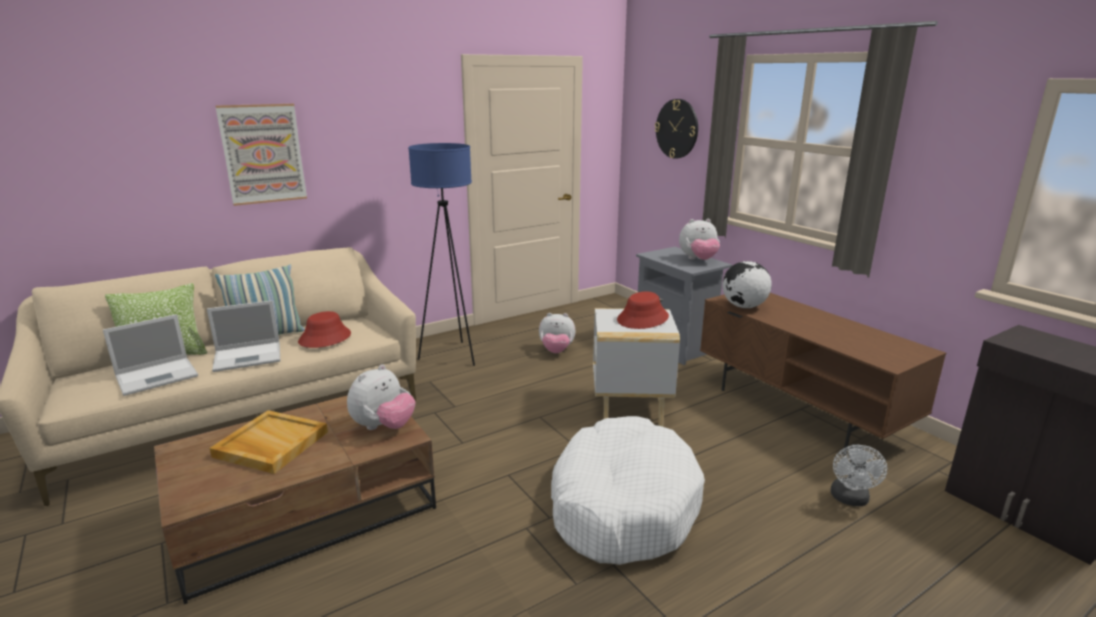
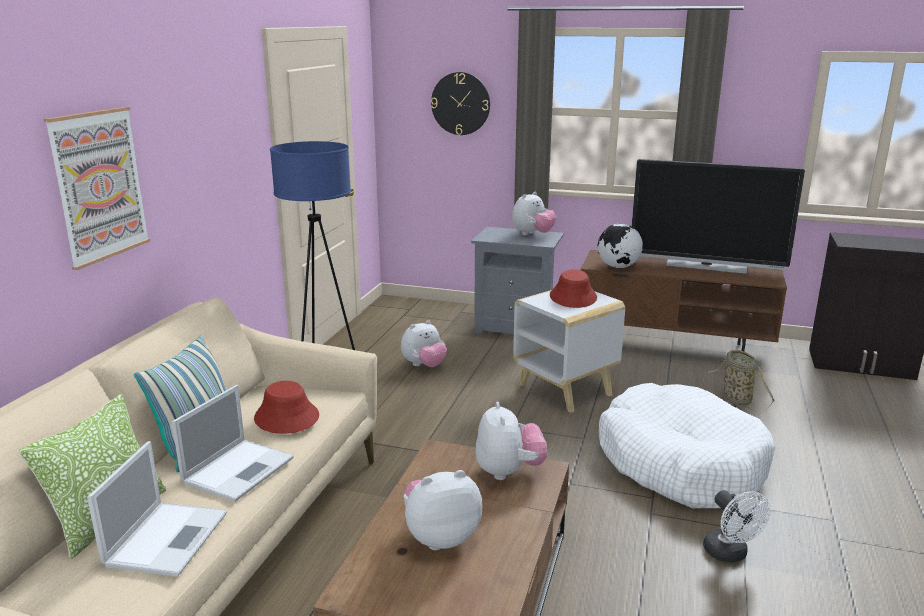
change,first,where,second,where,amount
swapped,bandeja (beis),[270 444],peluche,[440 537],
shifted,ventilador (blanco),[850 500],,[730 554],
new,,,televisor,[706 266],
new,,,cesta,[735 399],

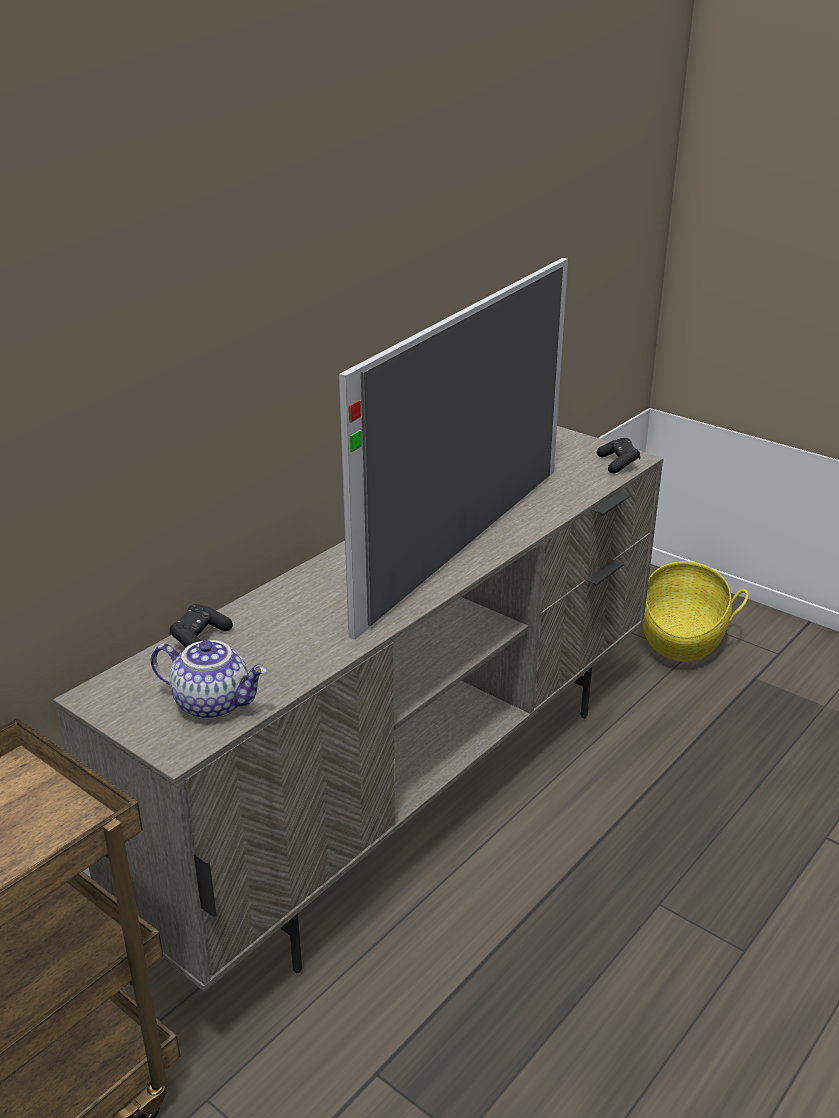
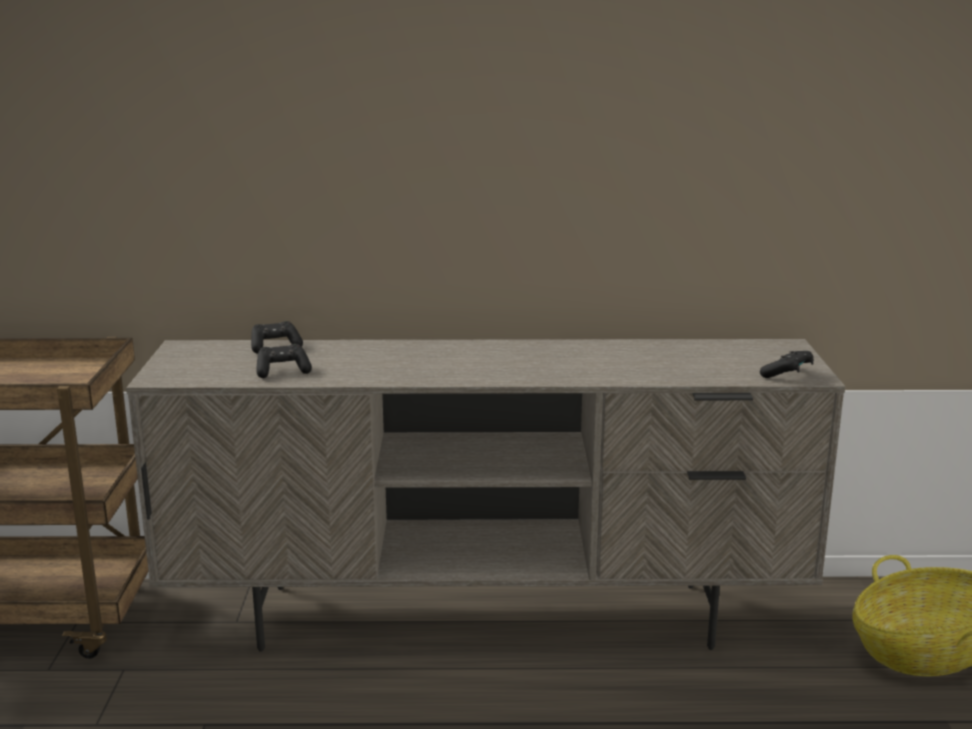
change,first,where,second,where,amount
gone,tetera,[214 703],,,
gone,televisor,[465 544],,,
new,,,mando de consola (negro),[283 371],

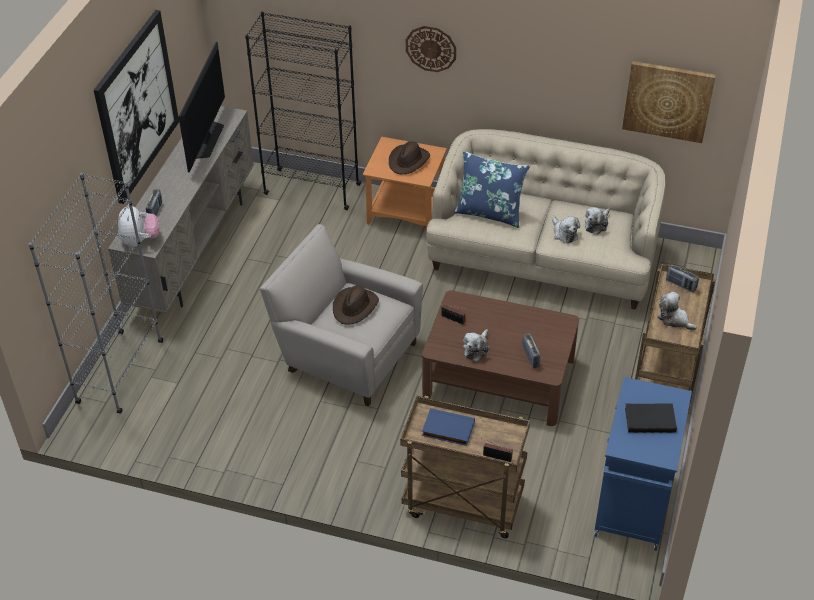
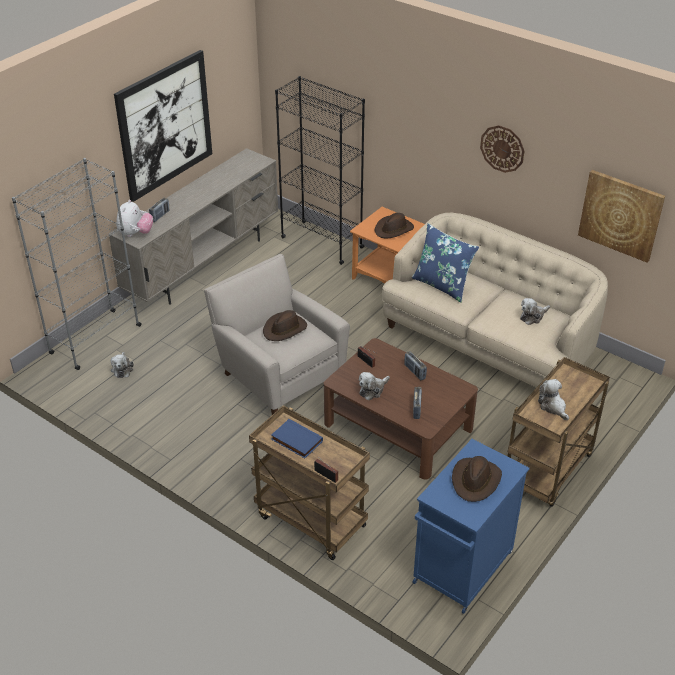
change,first,where,second,where,amount
gone,televisor,[206 140],,,
shifted,reloj de pared,[431 48],,[502 148],
shifted,peluche,[564 233],,[122 369],
swapped,libro (negro),[650 419],sombrero (marrón),[476 480],
shifted,radio,[680 285],,[414 372],

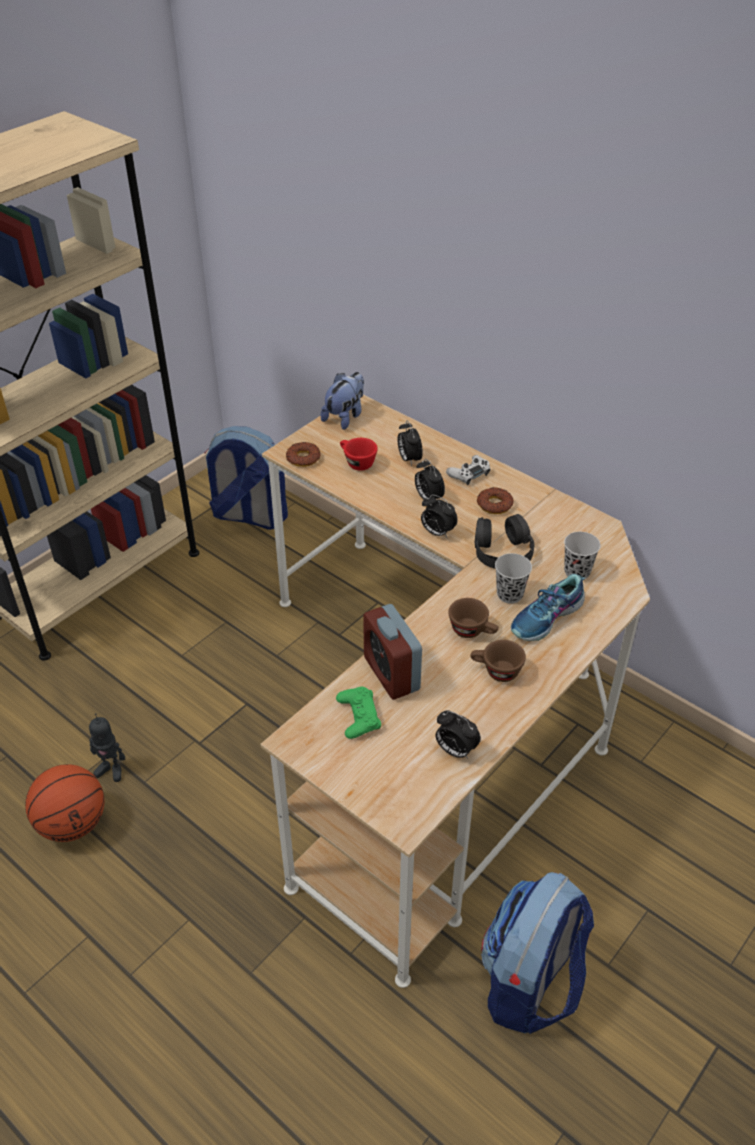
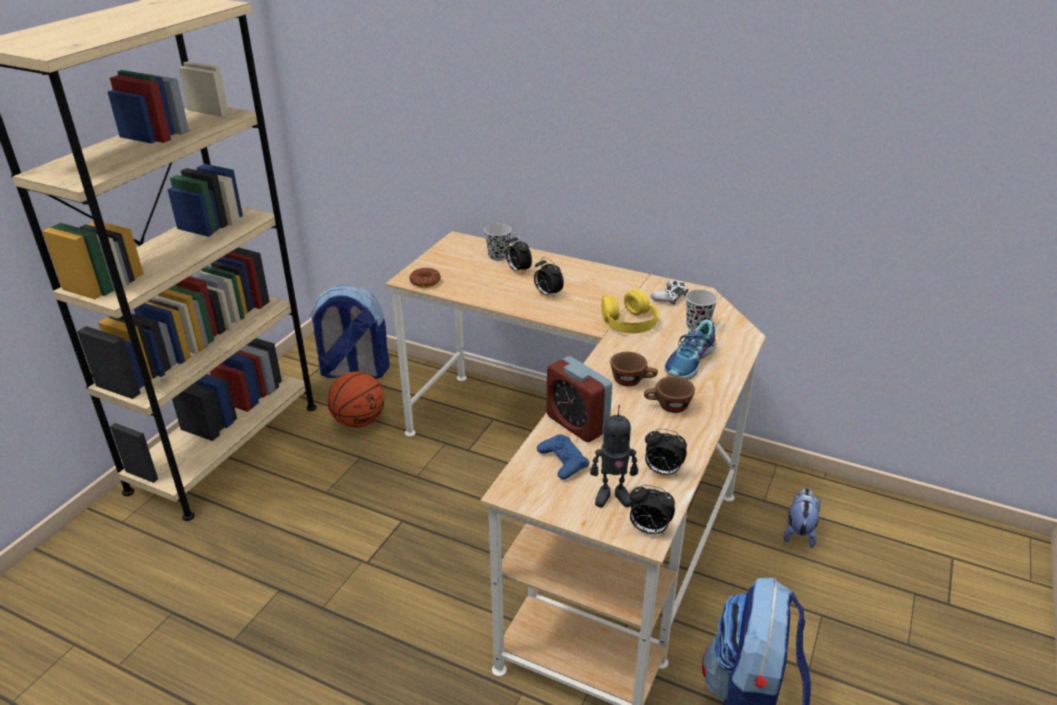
change,first,where,second,where,amount
shifted,balón de baloncesto,[72 823],,[358 421],
shifted,robot de juguete,[111 770],,[612 496],
shifted,peluche,[345 416],,[799 531],
repainted,mando de consola (verde),[358 716],mando de consola (azul),[563 461],
gone,taza (rojo),[356 462],,,
shifted,despertador,[437 532],,[648 529],
shifted,mando de consola (blanco),[469 474],,[669 296],
repainted,auriculares (negro),[502 551],auriculares (amarillo),[628 321],
gone,rosquilla,[494 504],,,
shifted,taza (negro),[509 594],,[498 256],

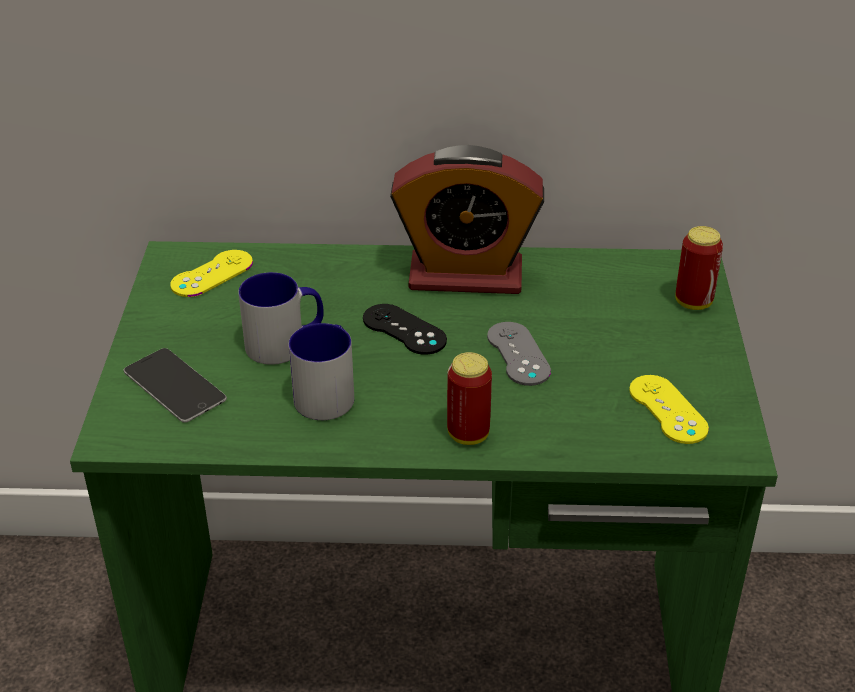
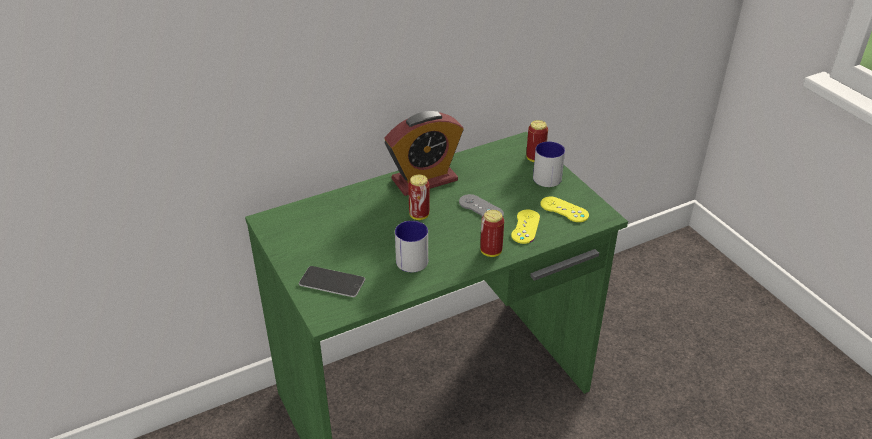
change,first,where,second,where,amount
shifted,mando de consola (amarillo),[212 274],,[525 226],
shifted,taza grande,[285 343],,[550 176],
swapped,mando de consola (negro),[404 330],lata,[419 215],

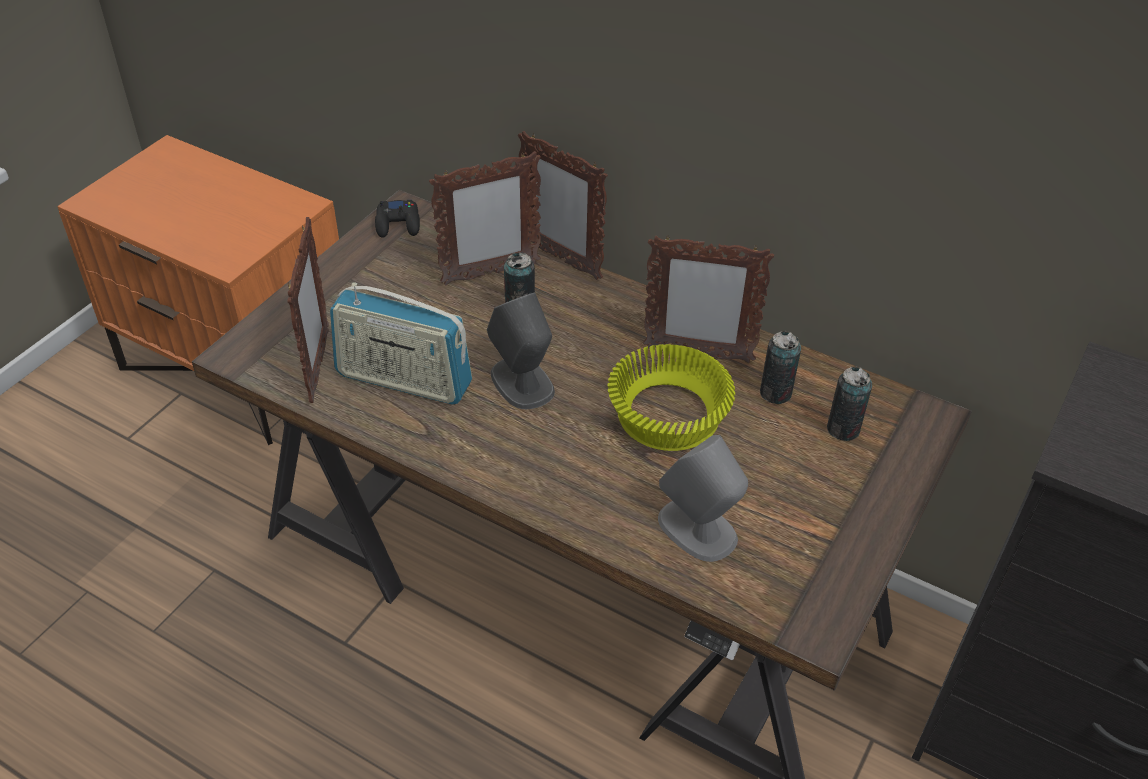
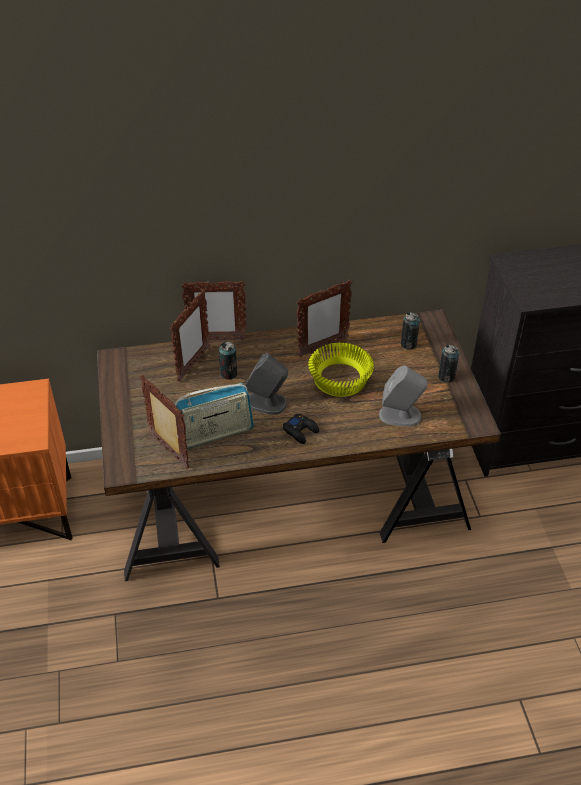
change,first,where,second,where,amount
shifted,mando de consola (negro),[398 224],,[301 431],
shifted,lata,[775 393],,[446 377],

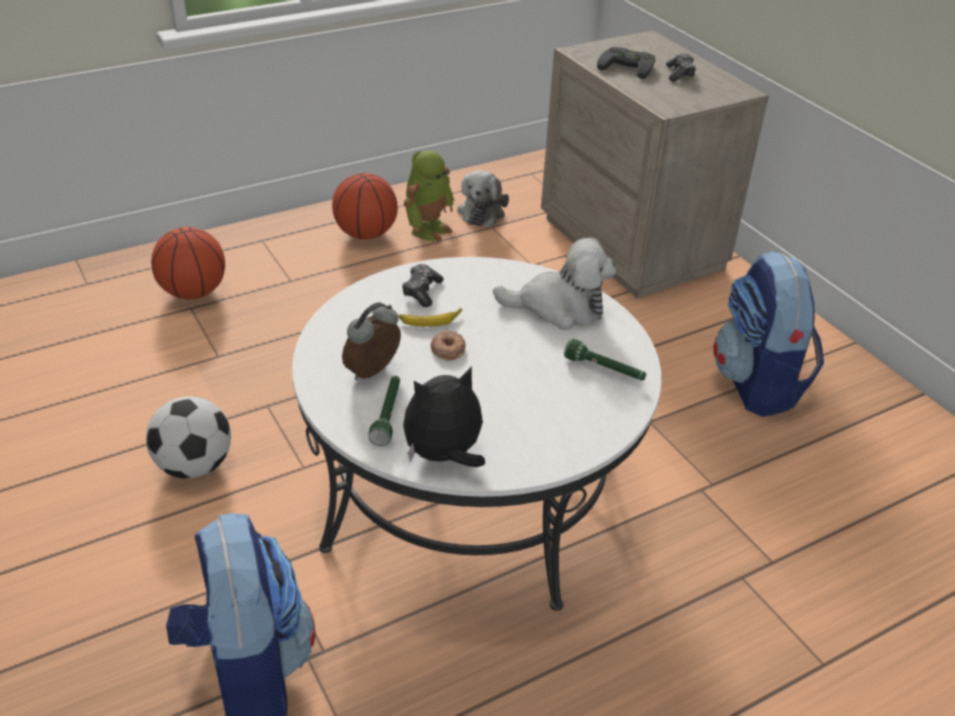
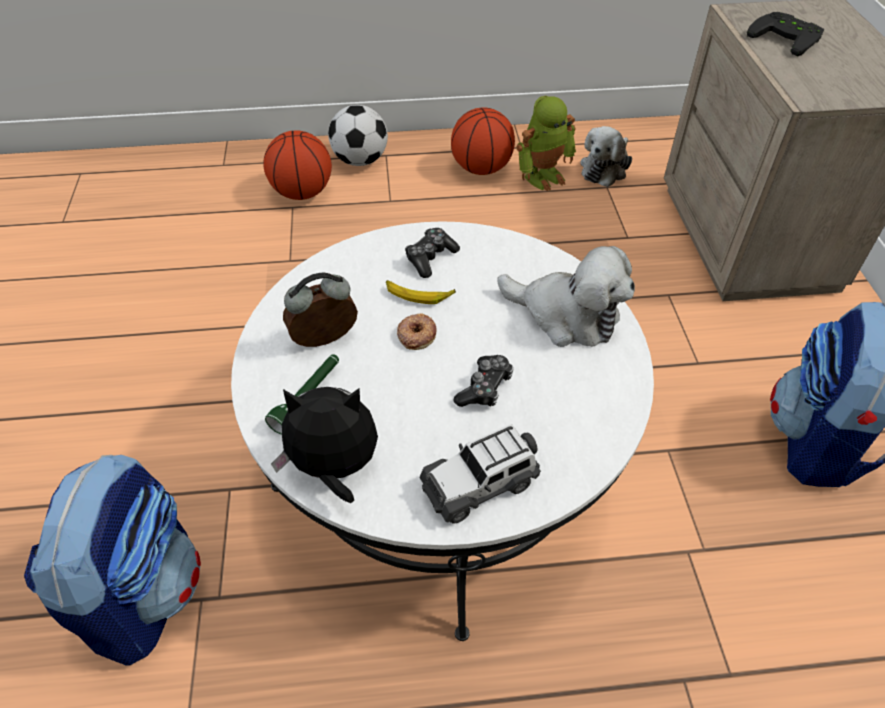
change,first,where,second,where,amount
shifted,balón de fútbol,[194 466],,[360 160],
gone,linterna (verde),[604 370],,,
shifted,mando de consola,[680 74],,[485 388],
new,,,coche de juguete,[480 483],

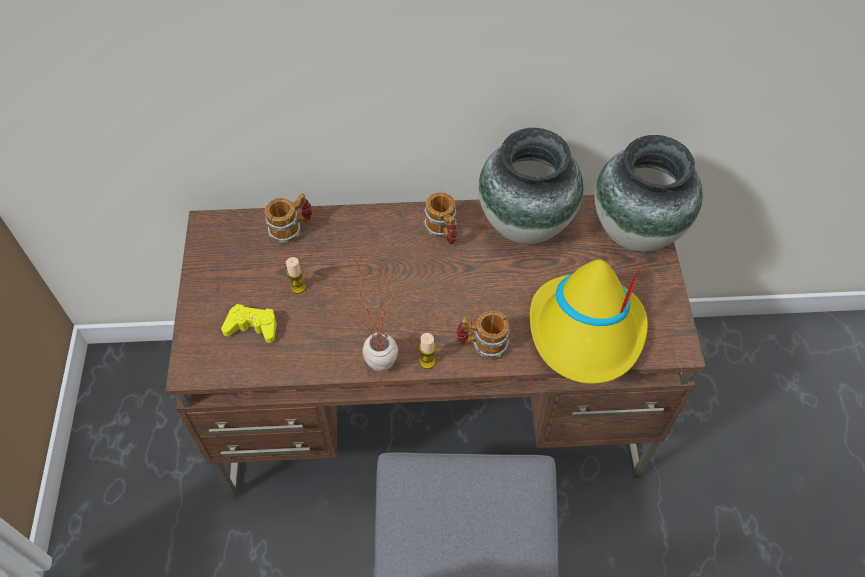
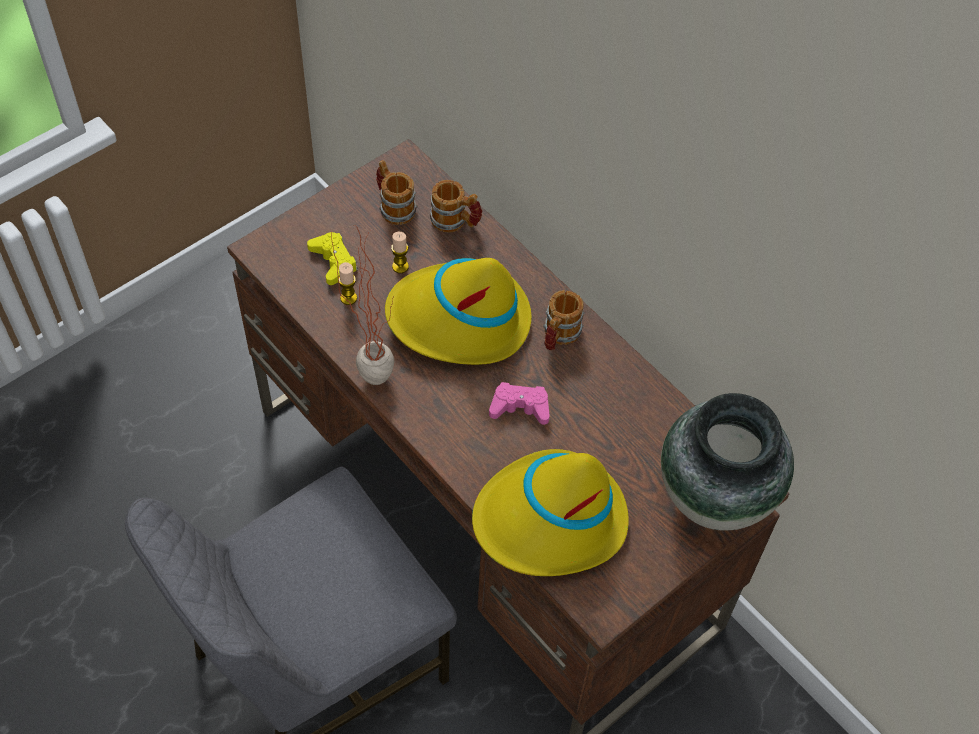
change,first,where,second,where,amount
shifted,vela,[427 362],,[348 298],
shifted,taza grande,[482 345],,[394 206],
gone,florero,[525 223],,,
new,,,sombrero (amarillo),[459 320],
new,,,mando de consola (rosa),[520 407],

